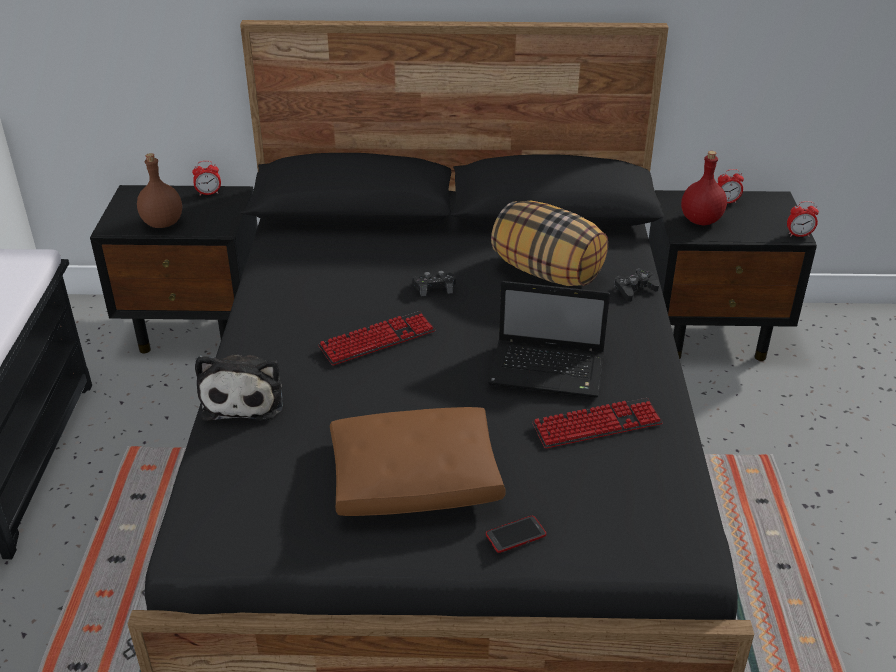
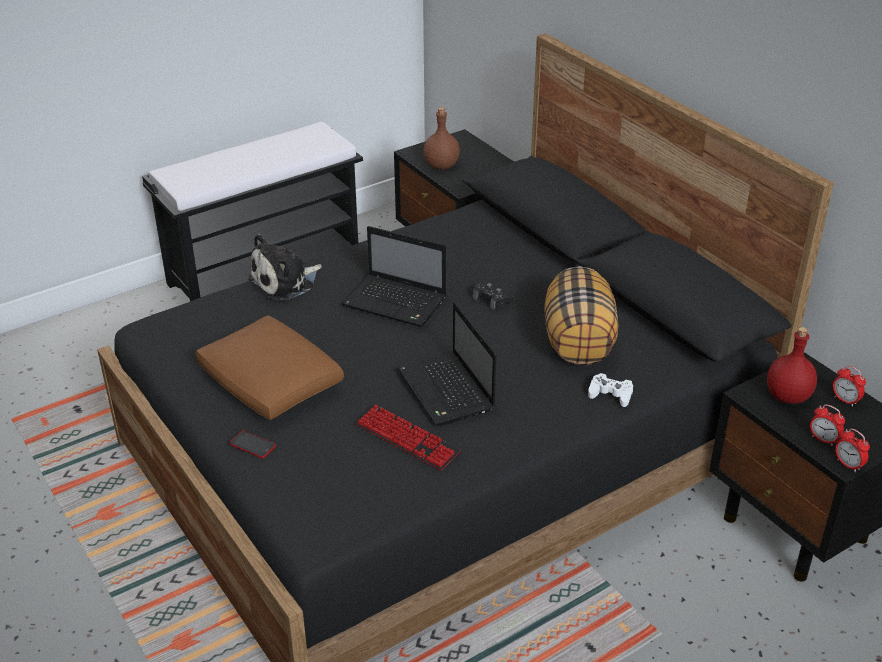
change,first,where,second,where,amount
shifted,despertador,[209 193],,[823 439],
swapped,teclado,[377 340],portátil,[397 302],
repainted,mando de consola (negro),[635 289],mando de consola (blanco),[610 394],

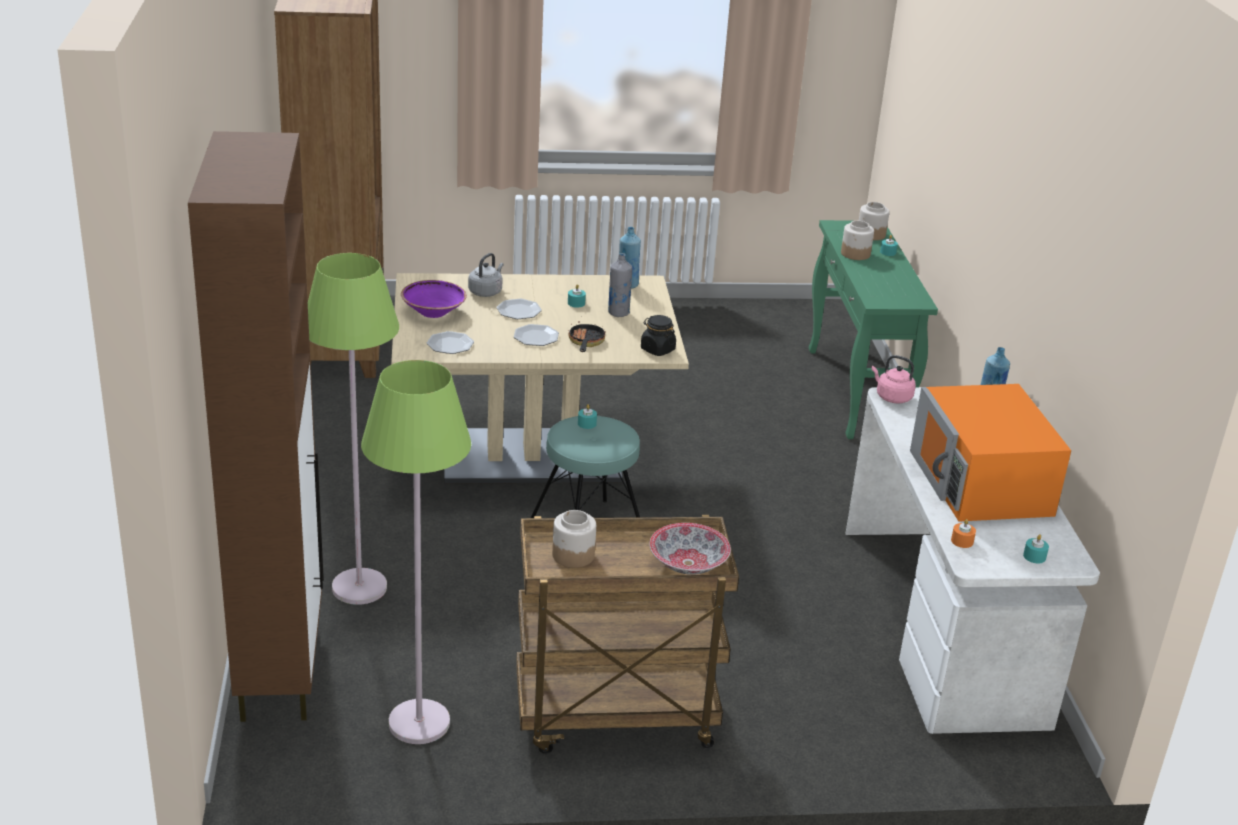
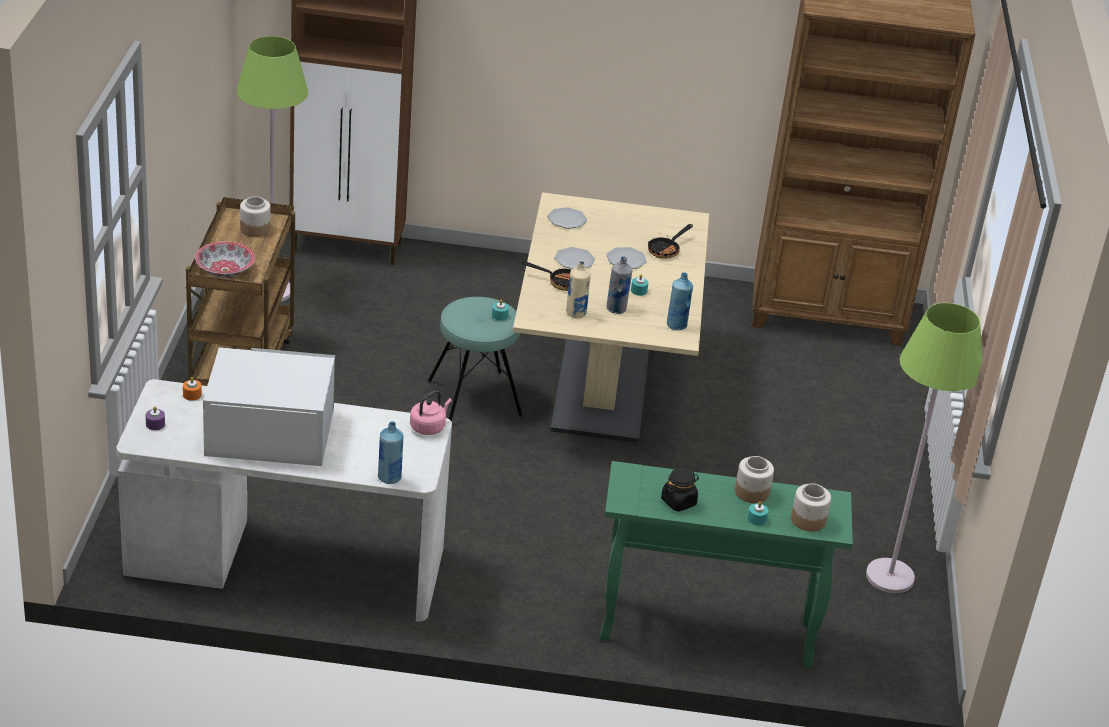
change,first,where,second,where,amount
shifted,lámpara de pie (verde),[359 587],,[890 577],
gone,cuenco (morado),[433 312],,,
swapped,hervidor (gris),[486 292],sartén,[666 250],
shifted,tarro (negro),[657 349],,[678 502],
repainted,microondas (naranja),[981 483],microondas (blanco),[269 432],
repainted,vela (turquesa),[1034 556],vela (morado),[155 424],
new,,,botella (beis),[576 313],

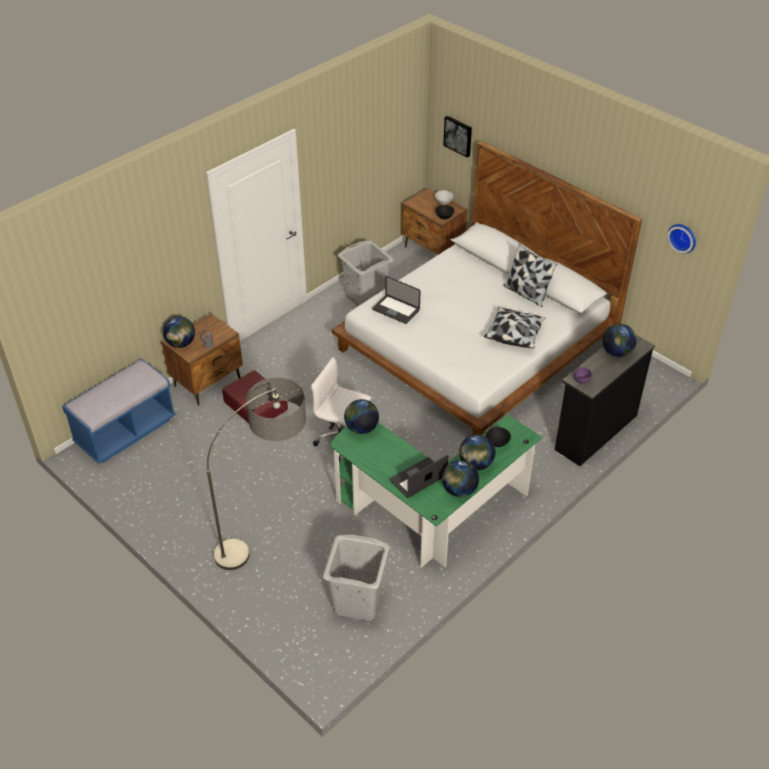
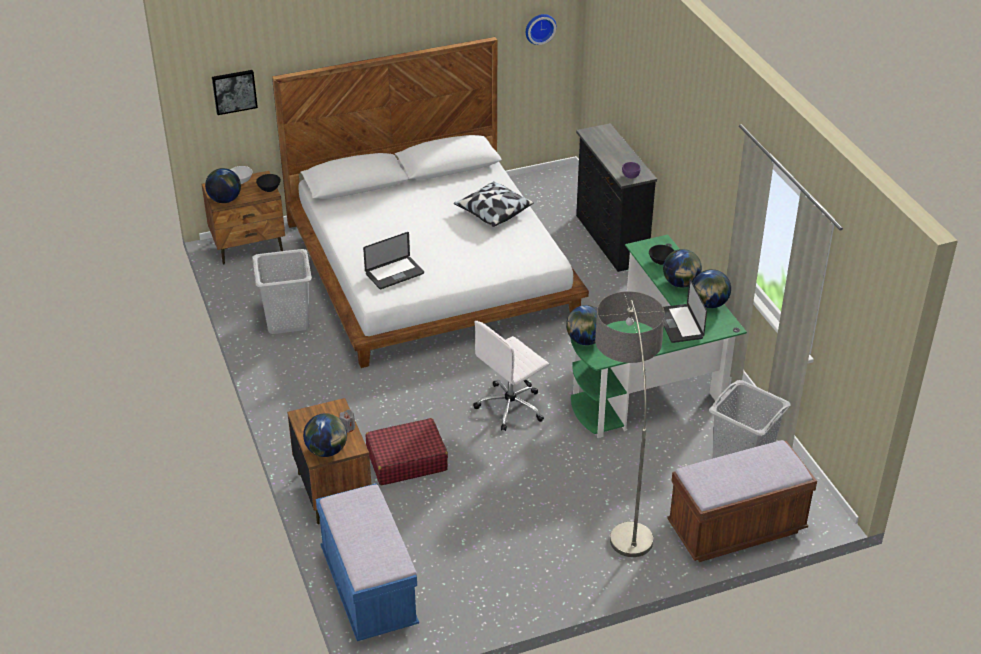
change,first,where,second,where,amount
gone,cojín,[526 293],,,
shifted,globo terráqueo,[617 352],,[225 200],
new,,,banco (marrón),[736 529],

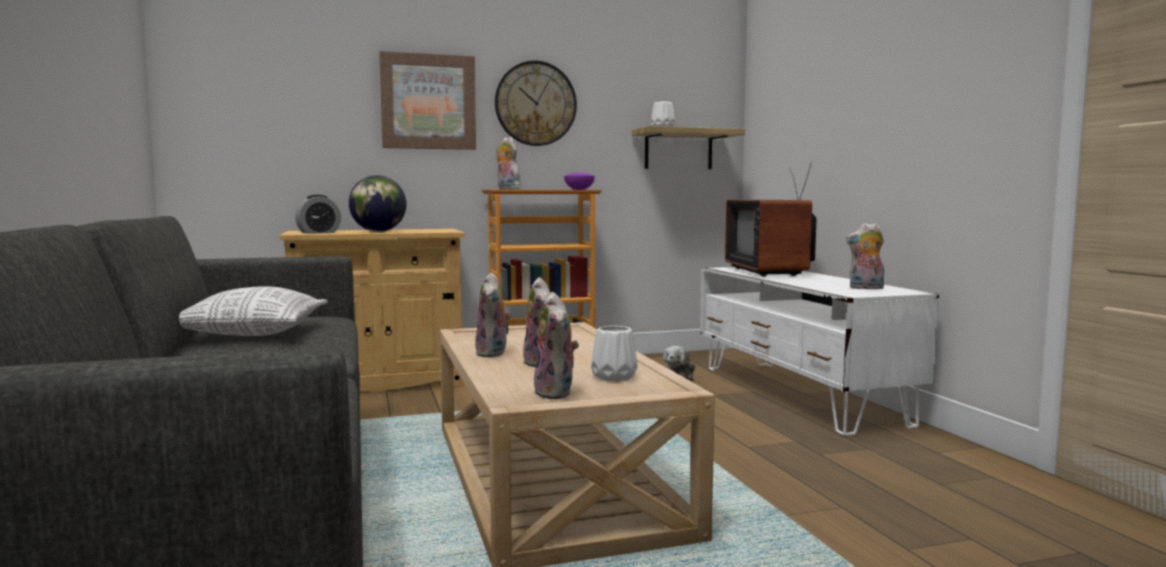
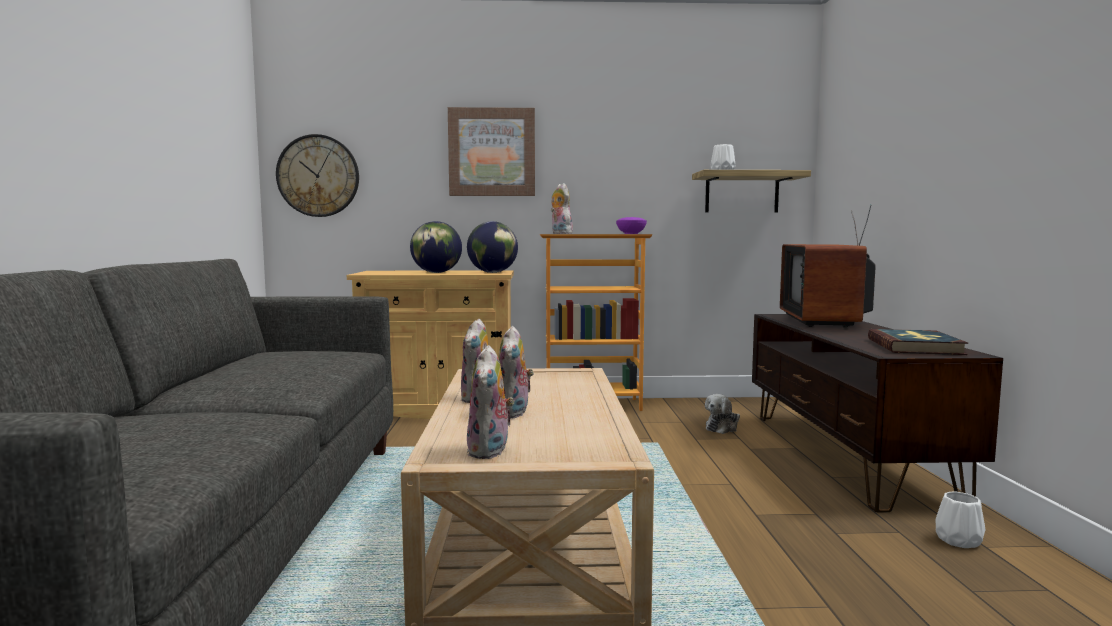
change,first,where,second,where,amount
gone,cojín,[252 333],,,
gone,despertador,[318 233],,,
shifted,reloj de pared,[535 103],,[318 176],
shifted,florero (blanco),[613 377],,[957 541],
repainted,mueble de televisión (blanco),[797 394],mueble de televisión (marrón),[845 456],
swapped,peluche,[865 288],libro,[915 347],
new,,,globo terráqueo,[492 272],

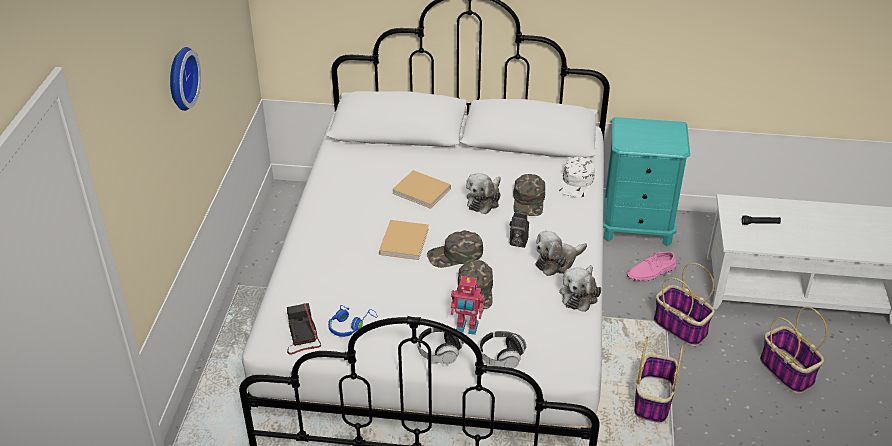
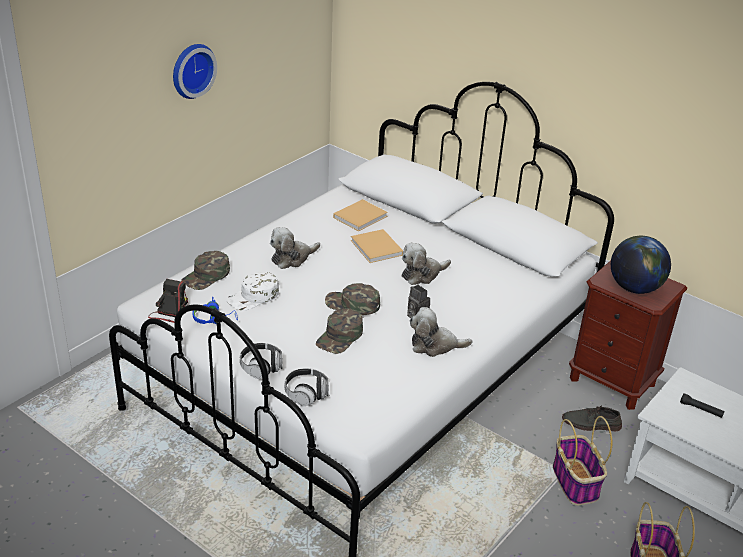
change,first,where,second,where,amount
shifted,libro (beis),[404 240],,[361 216],
gone,robot de juguete,[466 328],,,
shifted,gorra (verde),[529 201],,[206 276],
shifted,gorra (blanco),[577 183],,[253 297],
shifted,peluche,[579 294],,[292 258],
repainted,mesita de noche (turquesa),[637 227],mesita de noche (marrón),[612 381],
repainted,zapato (rosa),[651 272],zapato (gris),[591 424],
gone,cesta,[653 399],,,
new,,,globo terráqueo,[634 288],

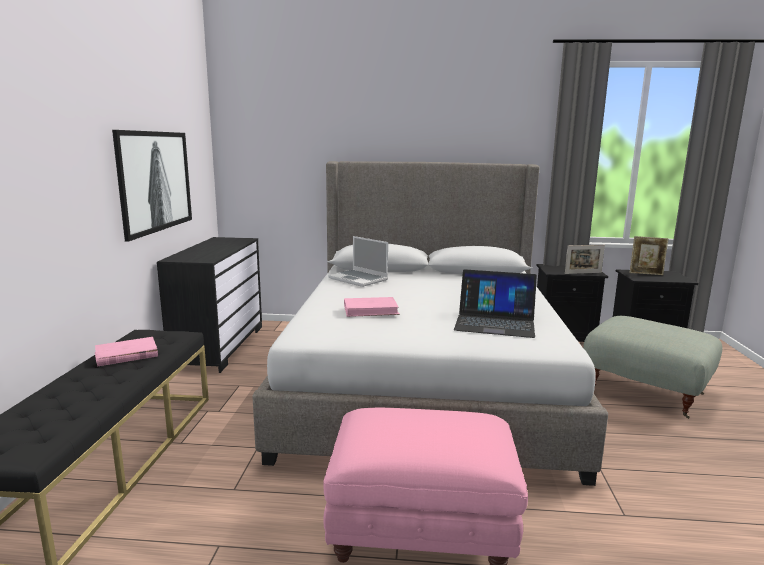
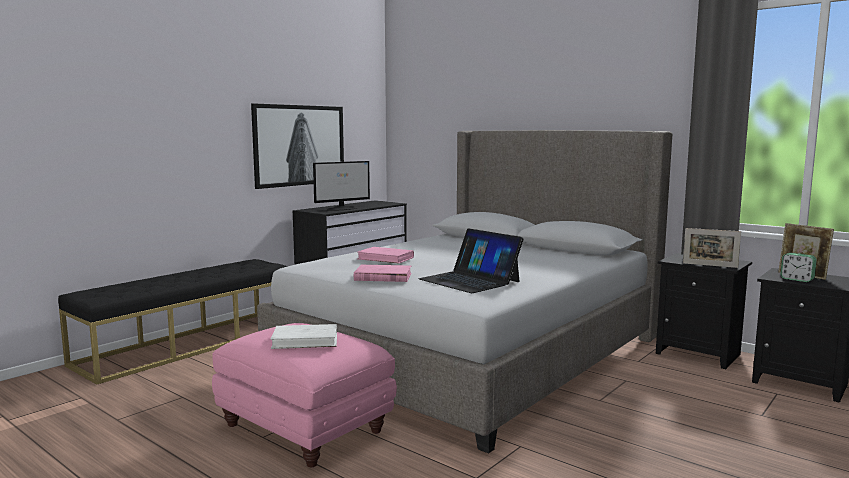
change,first,where,second,where,amount
shifted,libro (rosa),[126 355],,[382 277],
gone,portátil,[359 279],,,
gone,puf (gris),[646 390],,,
new,,,libro (blanco),[305 340],
new,,,monitor,[342 208],
new,,,despertador,[797 279],

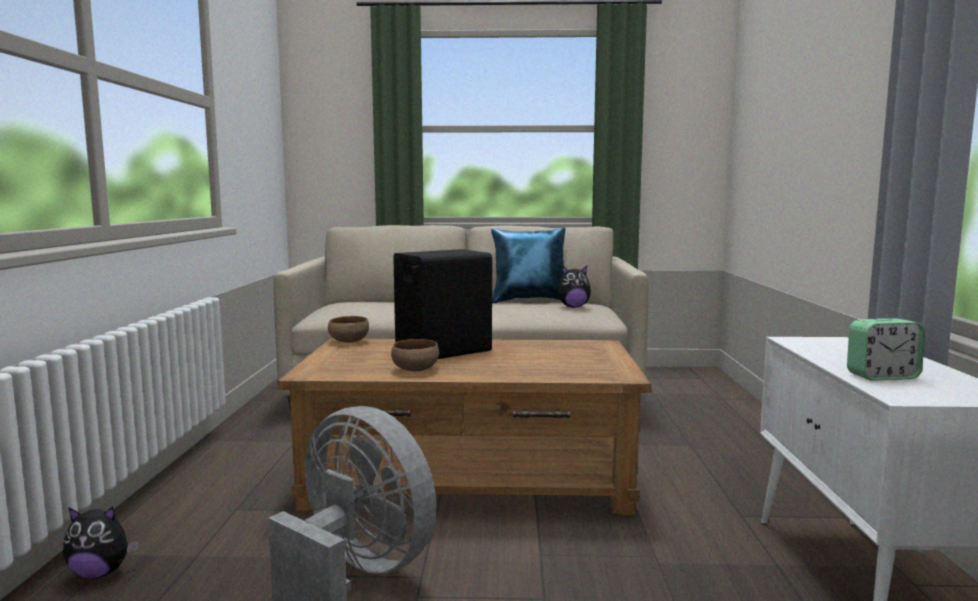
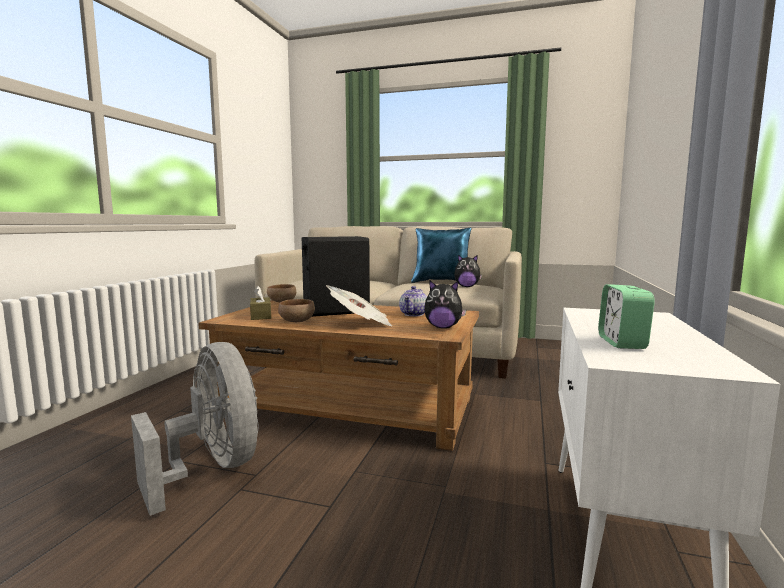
change,first,where,second,where,amount
shifted,peluche,[100 572],,[443 327],
rotated,despertador,[882 376],,[622 342],90 degrees clockwise
new,,,caja de pañuelos (marrón),[261 315],
new,,,periódico,[361 323],
new,,,tetera,[414 314],

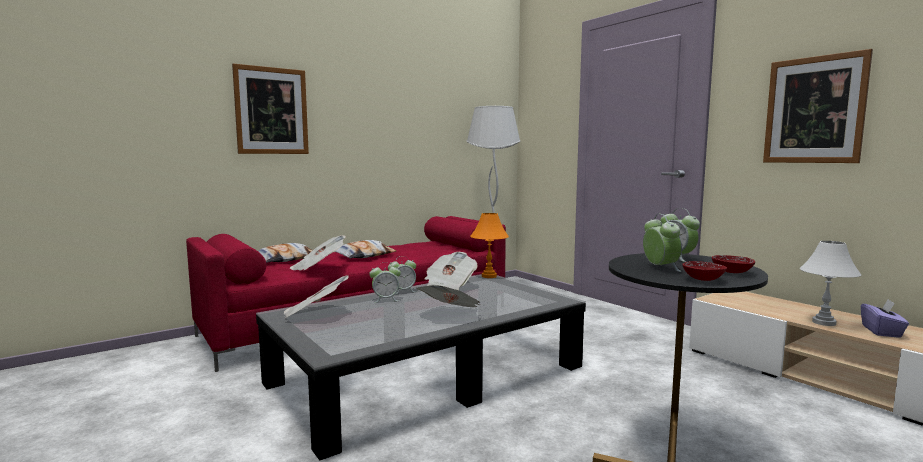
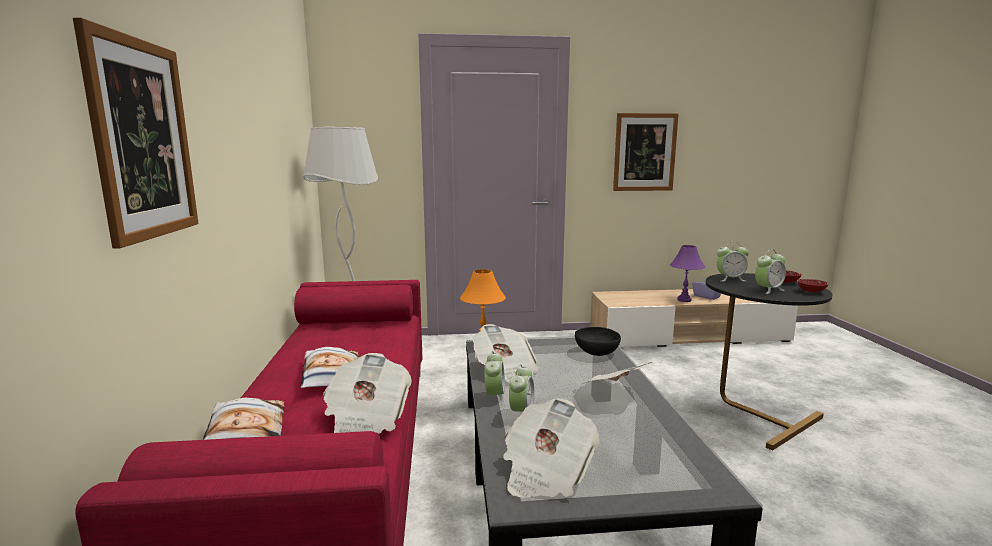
change,first,where,second,where,amount
rotated,despertador,[660 268],,[768 290],135 degrees clockwise
repainted,lámpara de mesa (blanco),[824 323],lámpara de mesa (morado),[684 300],
new,,,cuenco (negro),[596 352],

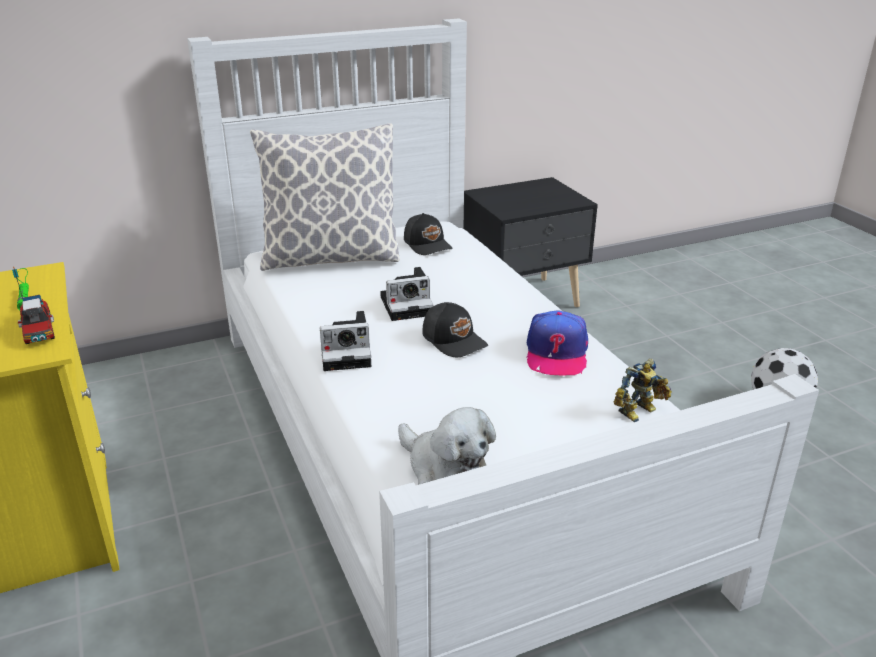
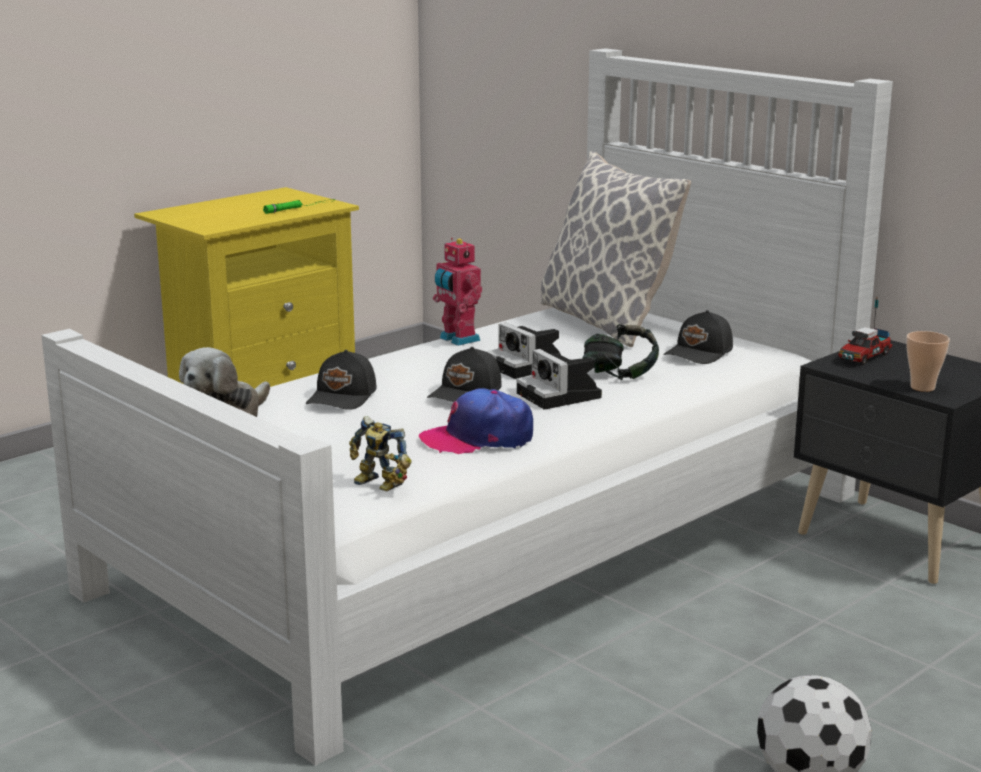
change,first,where,second,where,amount
shifted,camión de juguete,[38 330],,[864 357],
shifted,cámara,[348 353],,[561 396],
new,,,gorra (negro),[343 397],
new,,,robot de juguete,[457 339],
new,,,auriculares,[620 375],
new,,,taza,[922 387],

